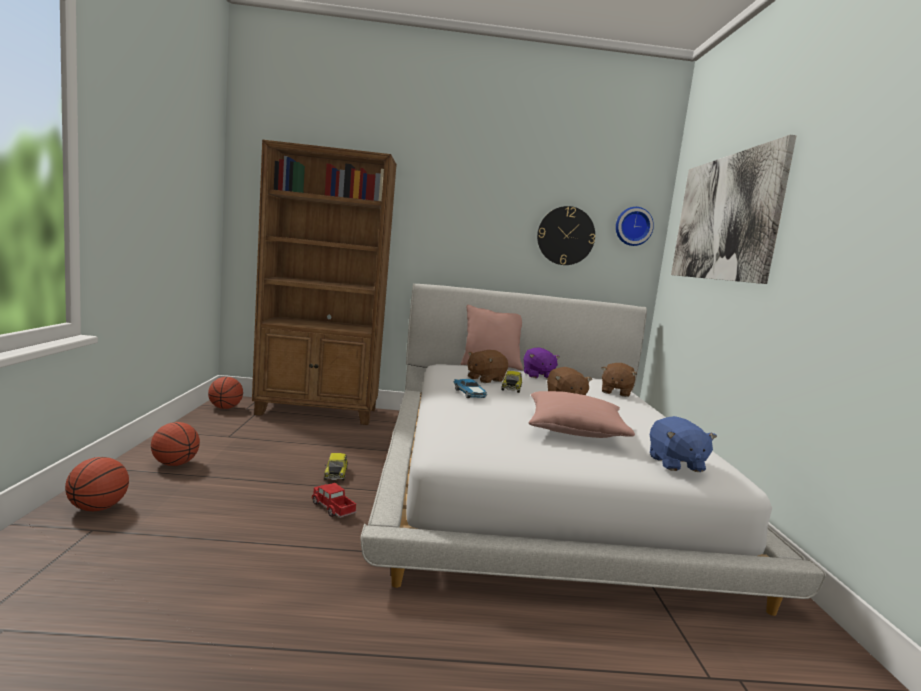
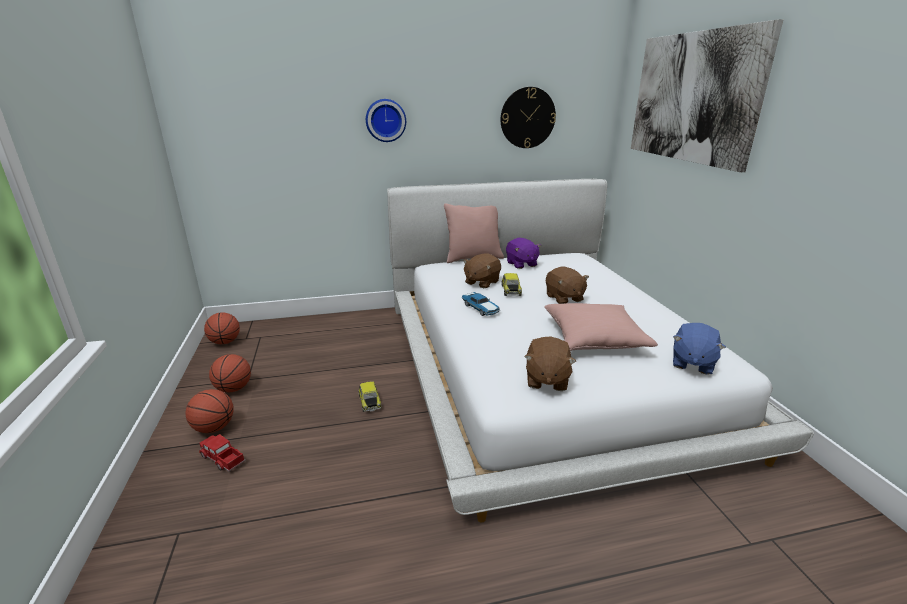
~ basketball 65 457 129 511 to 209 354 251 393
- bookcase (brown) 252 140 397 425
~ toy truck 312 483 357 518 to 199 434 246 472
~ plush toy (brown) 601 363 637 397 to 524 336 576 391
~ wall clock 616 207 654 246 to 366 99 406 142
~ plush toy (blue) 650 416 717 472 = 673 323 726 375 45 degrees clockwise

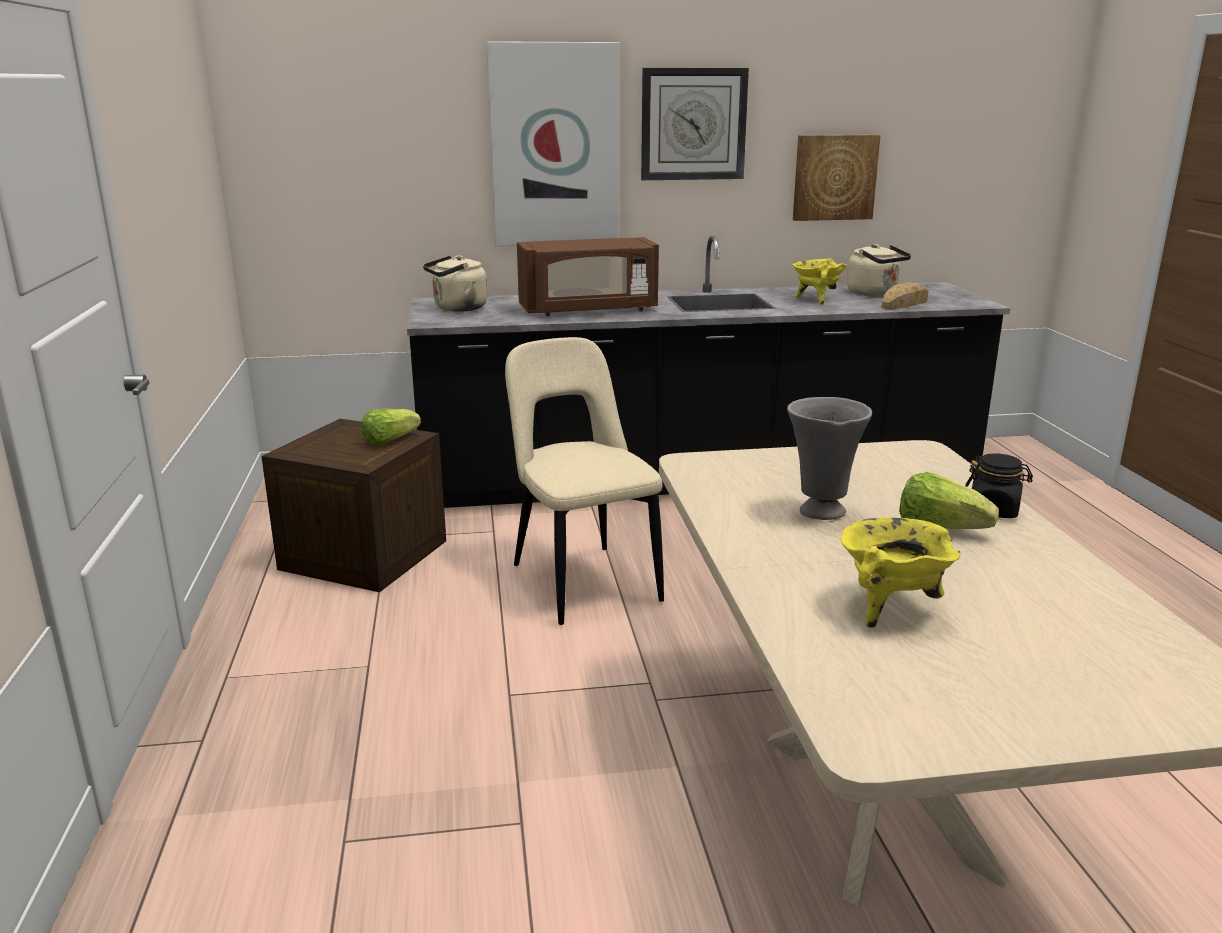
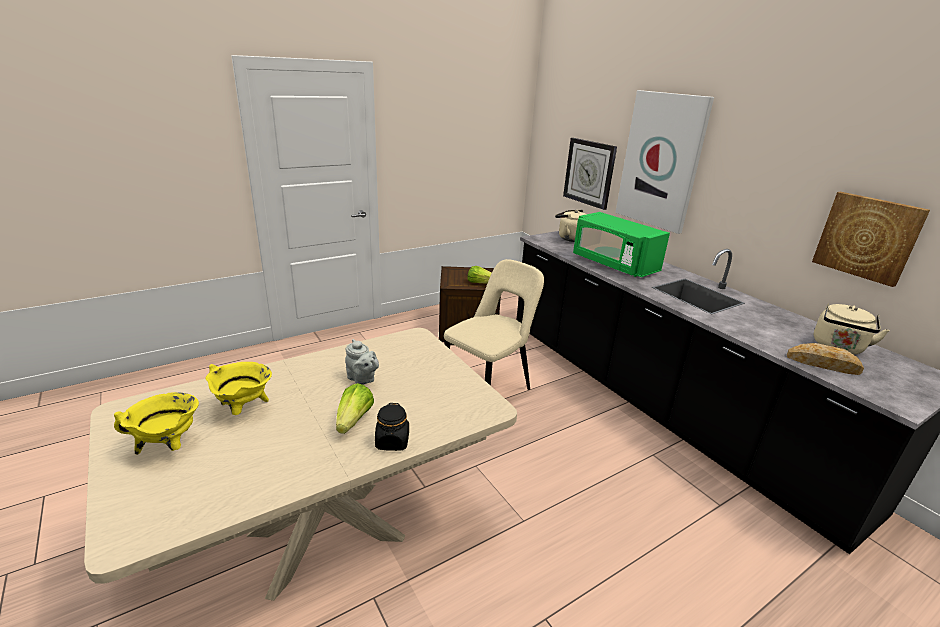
~ microwave (brown) 517 237 659 316 to microwave (green) 573 212 670 277
~ wall clock 641 68 749 180 to 563 138 617 210
~ vase (grey) 787 397 872 520 to teapot (grey) 345 339 379 385
~ cooking pot (yellow) 792 258 847 305 to 114 392 199 455

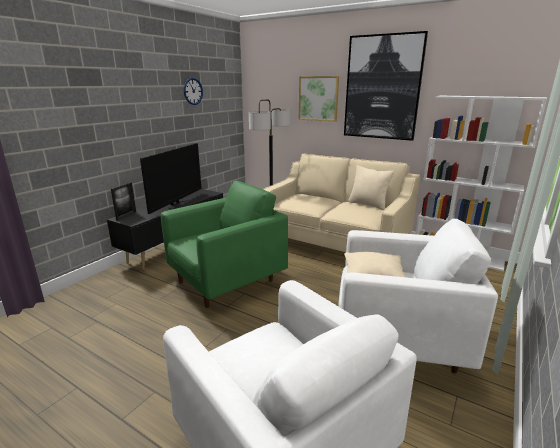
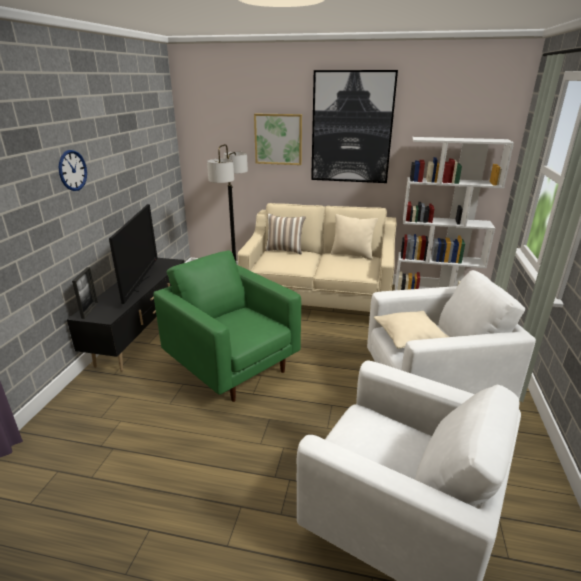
~ armchair (green) 161 181 288 308 = 153 250 301 402 75 degrees counterclockwise
~ wall clock 184 78 203 105 to 59 150 87 191
+ pillow 265 213 306 255

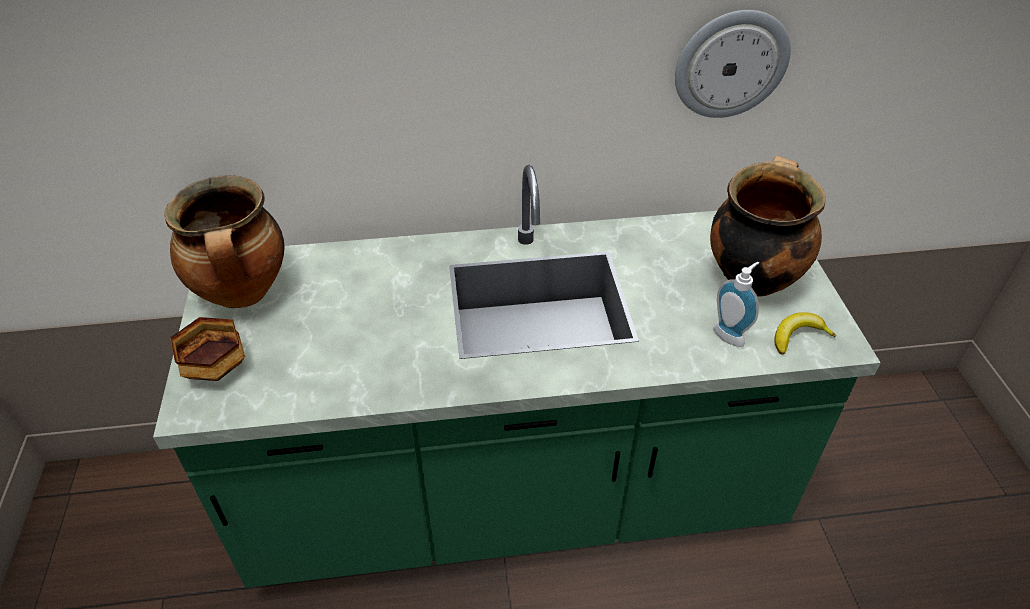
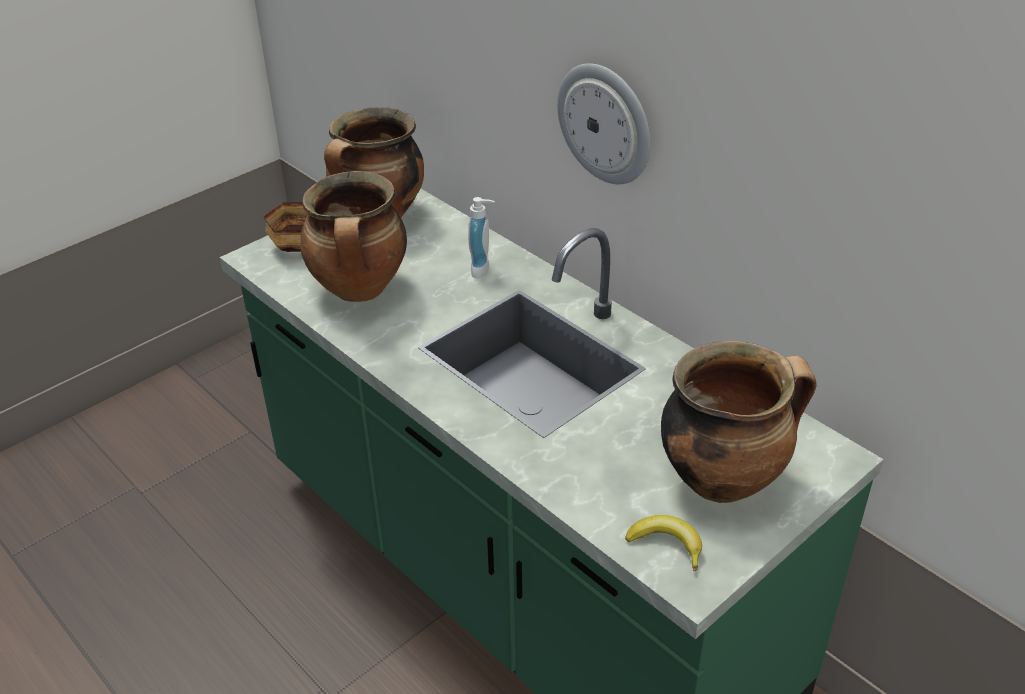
~ wall clock 675 10 791 118 to 557 63 651 184
~ soap dispenser 713 262 759 347 to 468 197 495 278
+ cooking pot 300 171 407 302

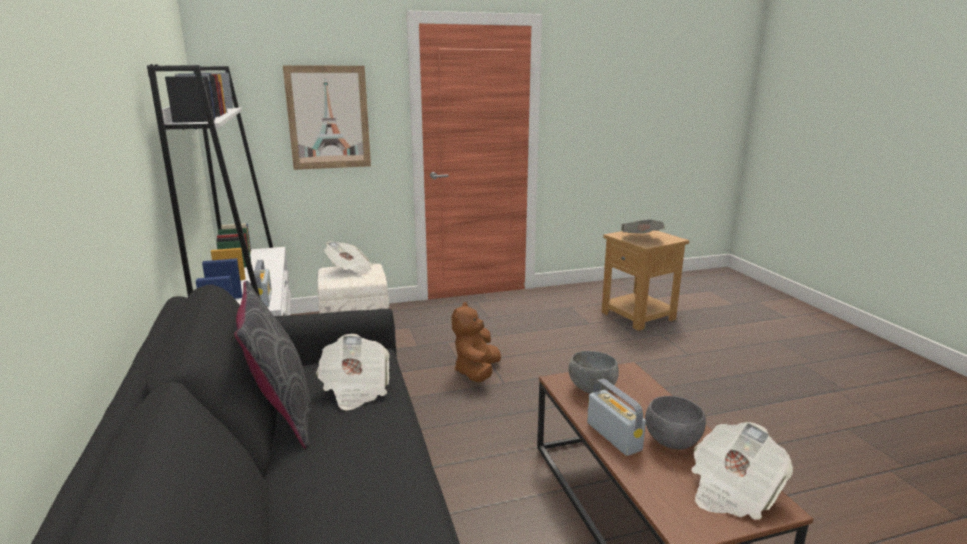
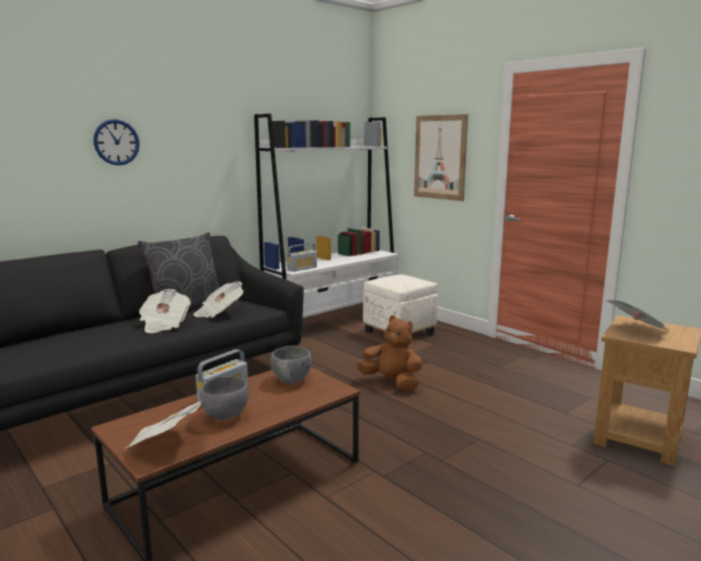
~ newspaper 324 241 373 275 to 139 289 191 333
~ plush toy (brown) 451 302 501 382 = 357 315 422 391 45 degrees clockwise
+ wall clock 93 119 140 165

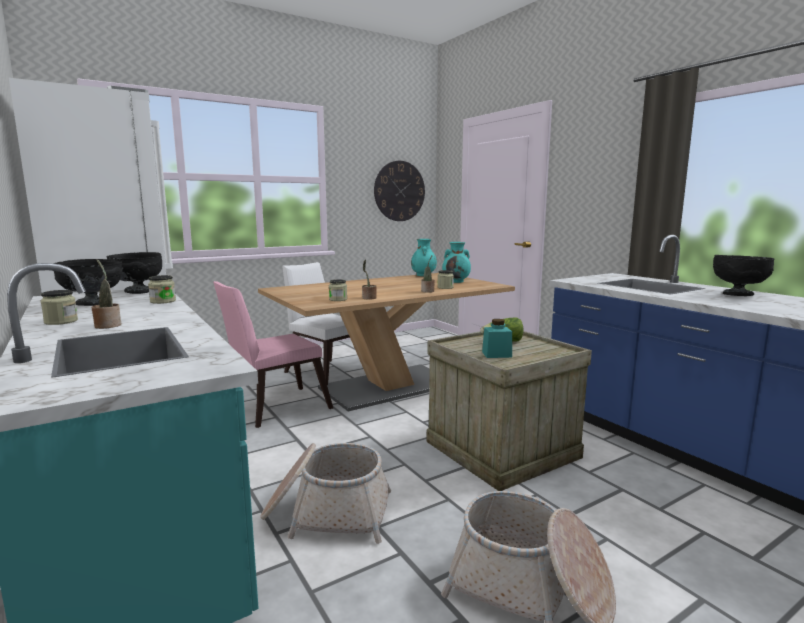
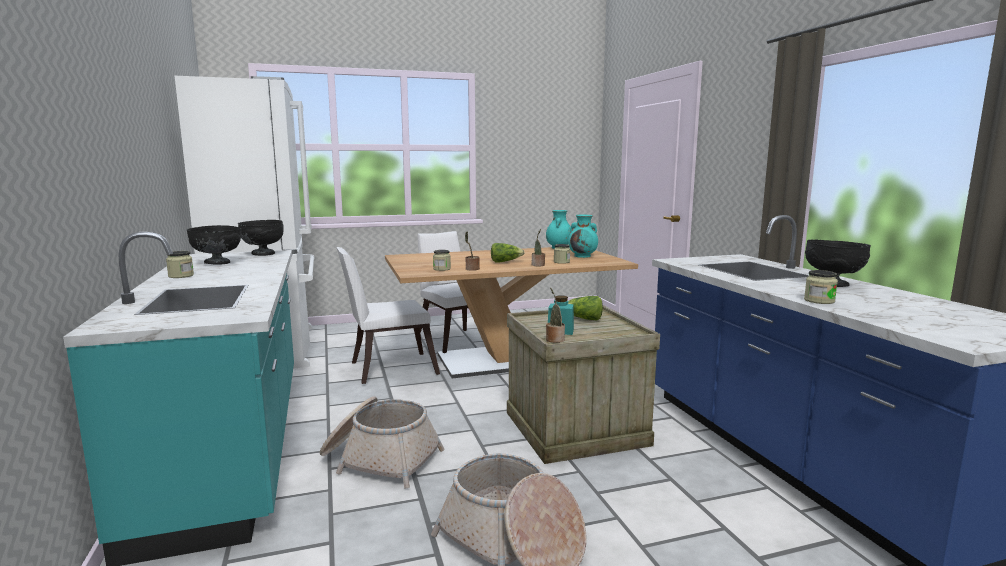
~ potted plant 91 259 121 329 to 546 287 565 343
~ jar 148 275 176 304 to 804 270 838 304
~ chair (pink) 213 281 333 428 to chair (white) 337 247 440 384
- wall clock 374 161 425 221
+ lettuce 491 243 525 262

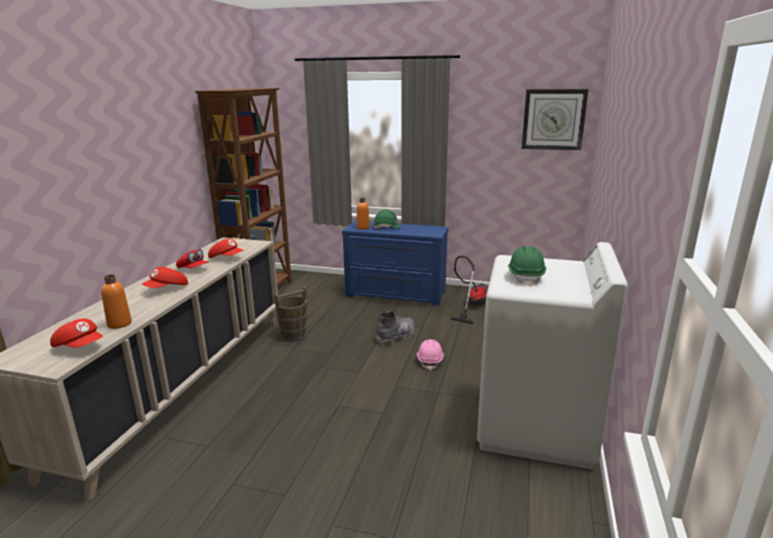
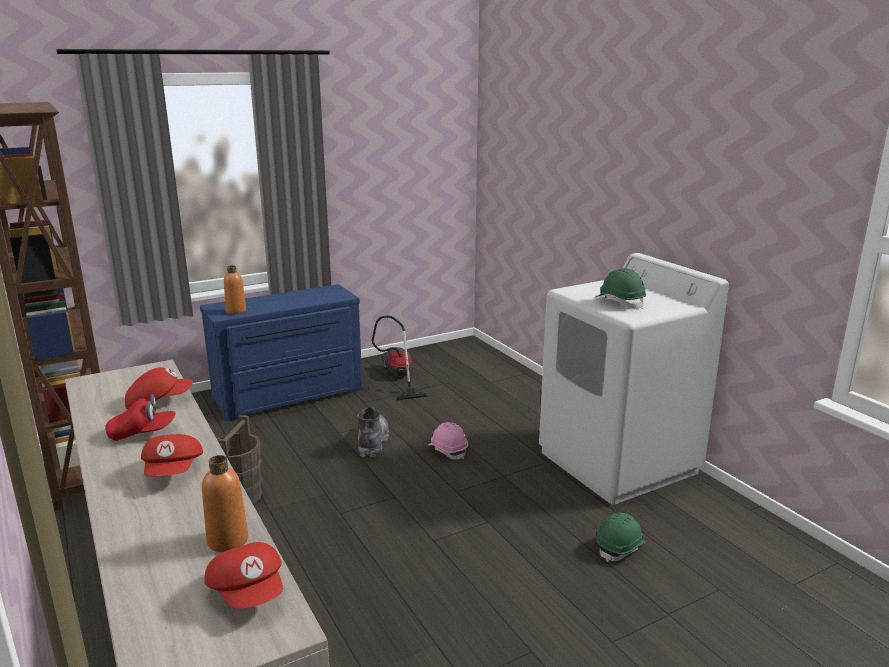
~ cap (red) 50 319 103 348 = 204 542 283 609 75 degrees clockwise
~ hard hat (green) 373 209 401 229 to 596 513 646 562
- wall clock 522 89 588 150

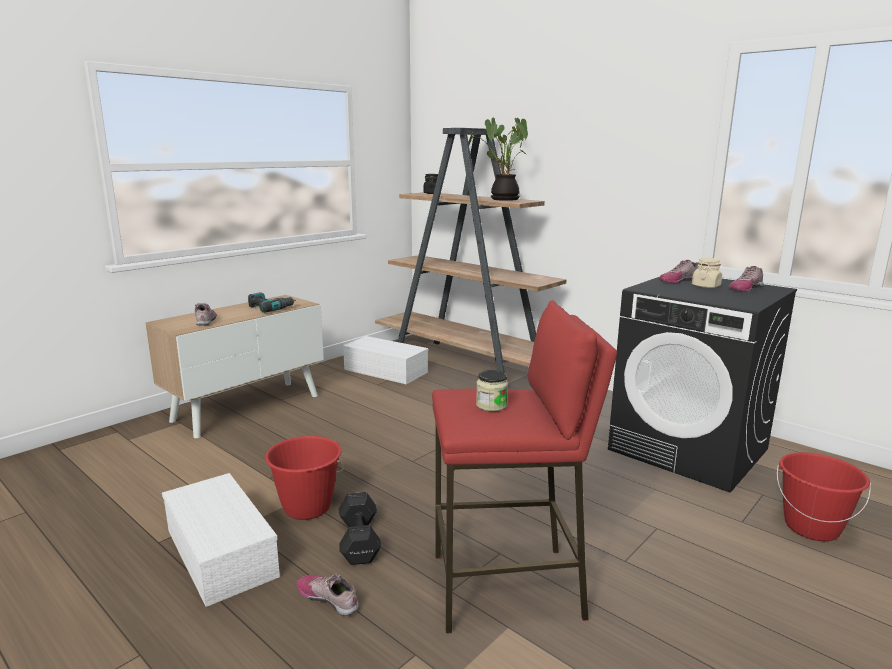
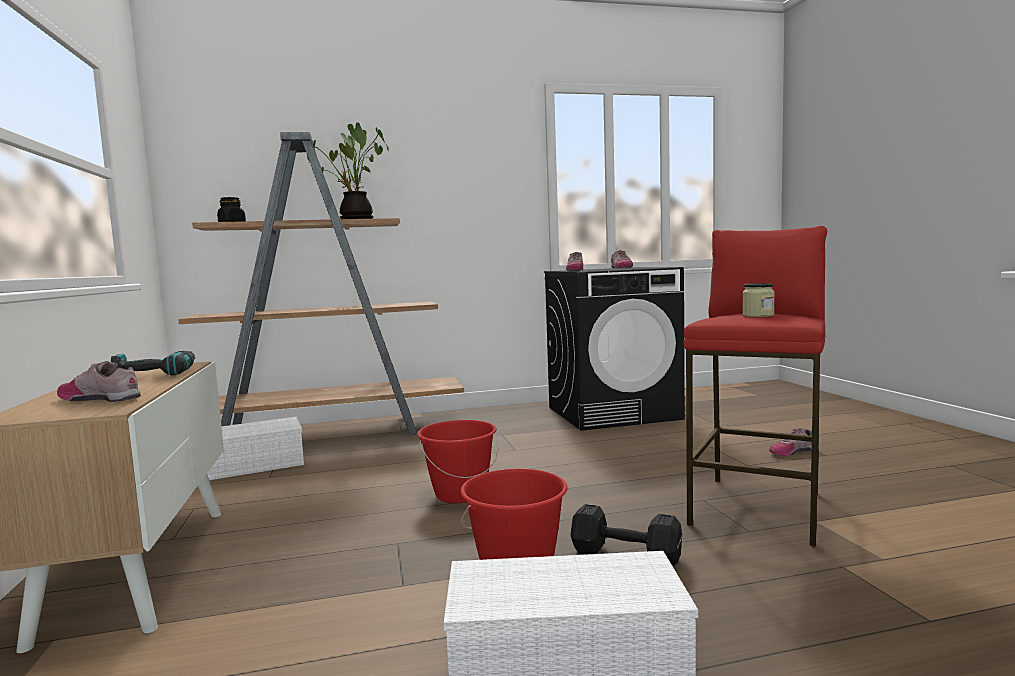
~ shoe 297 574 359 616 to 769 428 812 456
- jar (beige) 692 258 722 288
~ bucket (red) 777 452 871 541 to 417 420 498 503

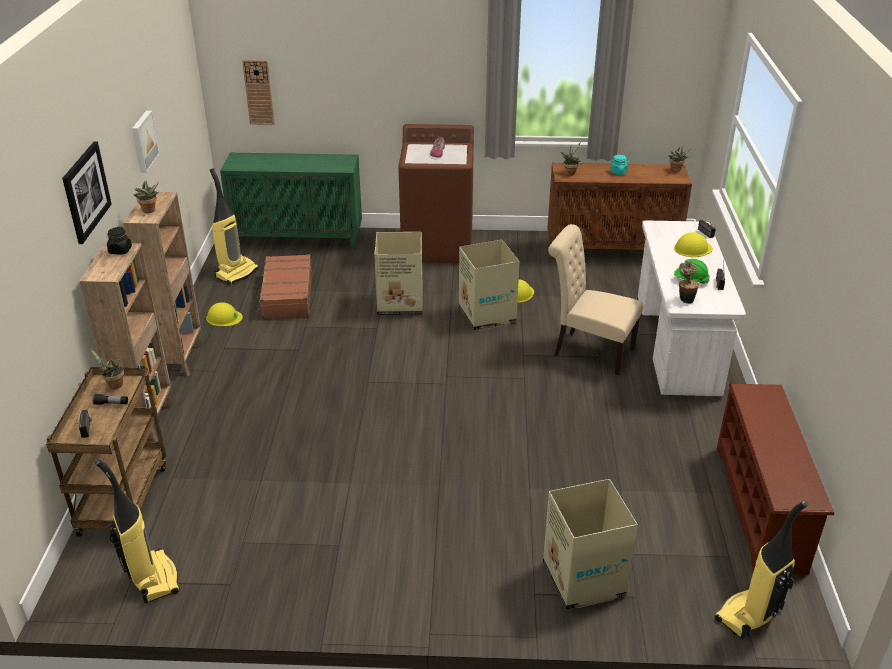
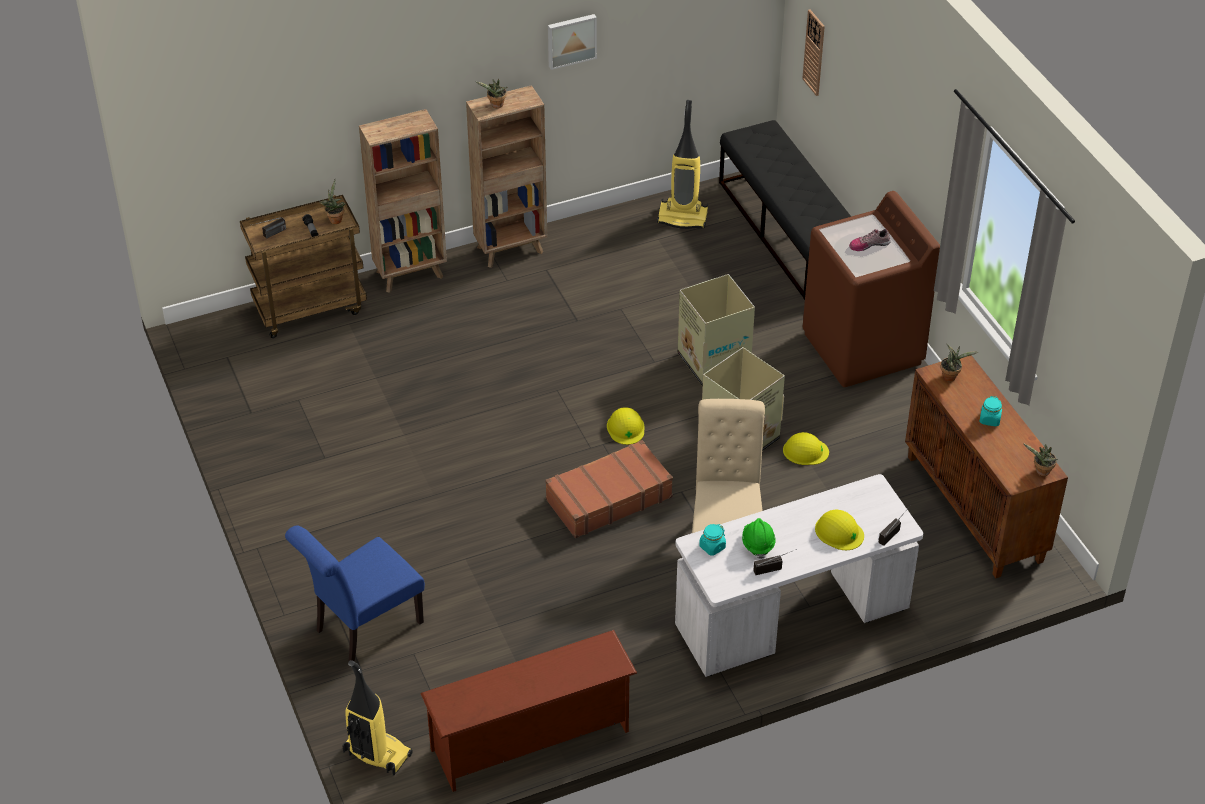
- picture 62 141 112 244
- vacuum cleaner 95 459 180 603
- jar (black) 107 227 132 255
~ hard hat (yellow) 206 302 243 326 to 607 407 645 445
~ cabinet (green) 220 153 362 250 to bench (black) 719 120 851 300
~ suitcase (brown) 258 254 312 319 to 545 440 673 538
~ cardboard box 543 479 638 610 to chair (blue) 285 526 425 662
~ potted plant 679 261 699 304 to jar (turquoise) 699 524 726 556

